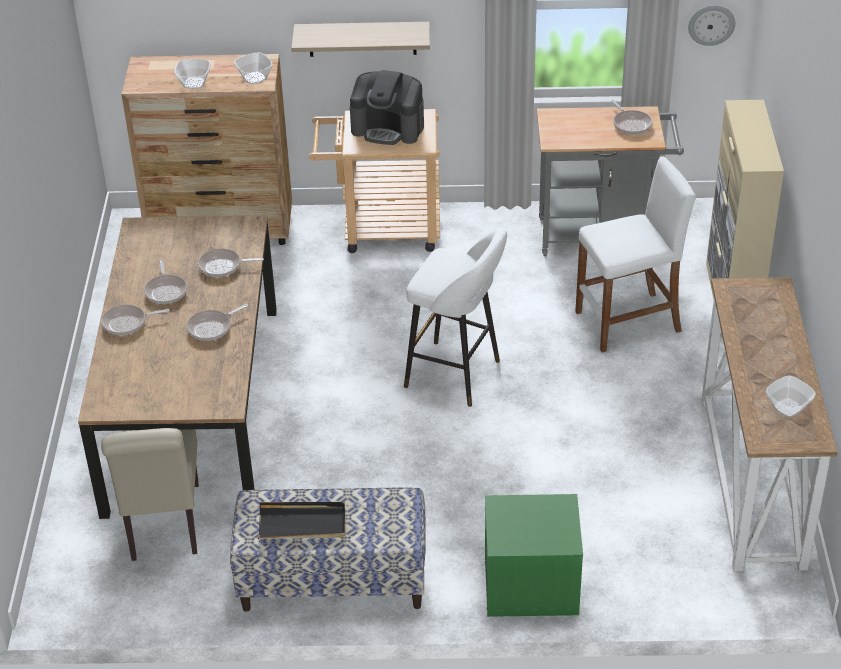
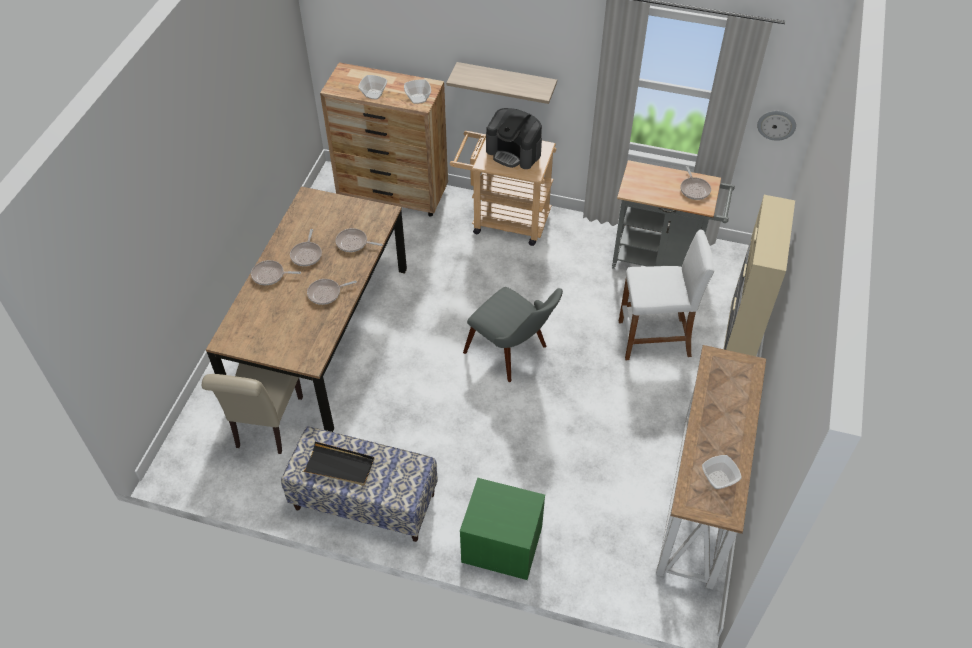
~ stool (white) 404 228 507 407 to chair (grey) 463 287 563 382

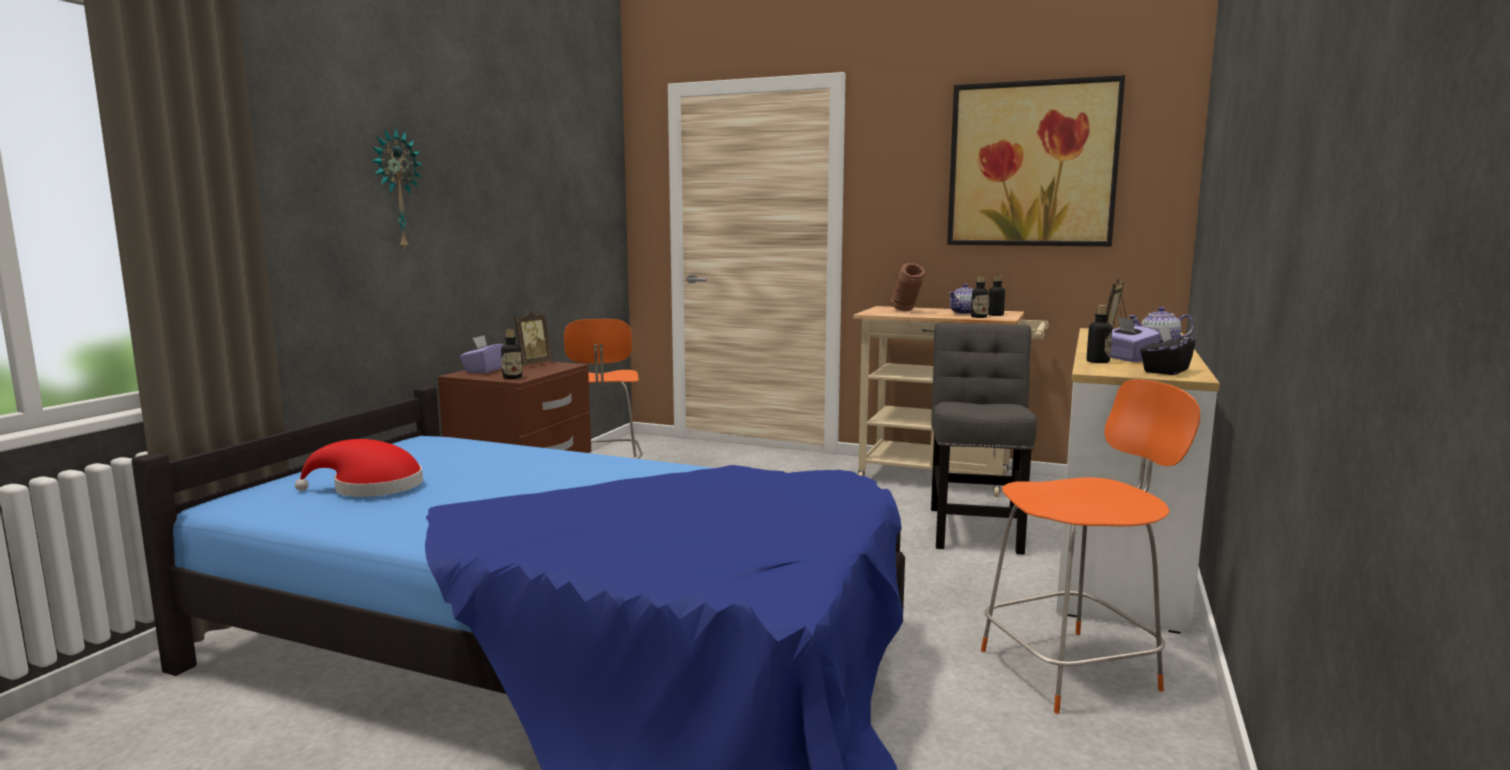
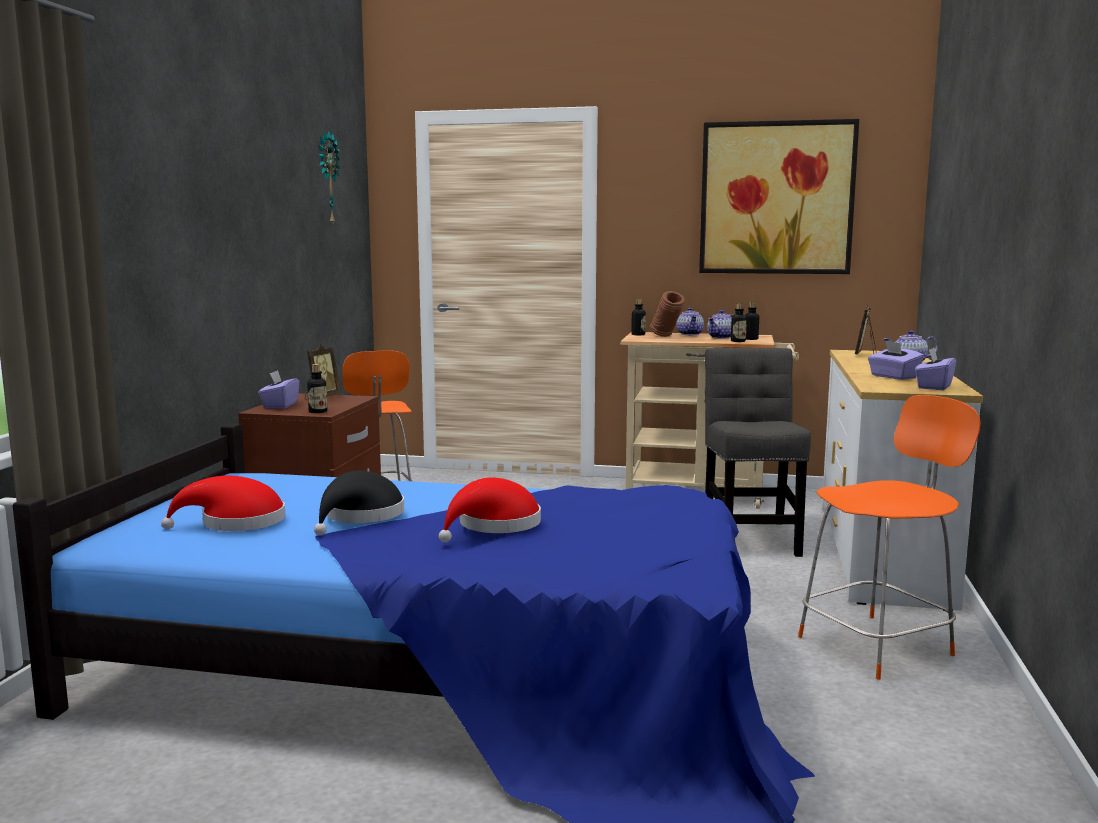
~ wall clock 371 127 422 252 to 318 130 341 227
~ bottle 1087 305 1112 363 to 631 299 646 335
~ tissue box (black) 1140 325 1196 375 to tissue box (purple) 915 348 956 390
+ hat (black) 314 471 404 536
+ hat (red) 439 477 541 543
+ teapot 677 307 704 335

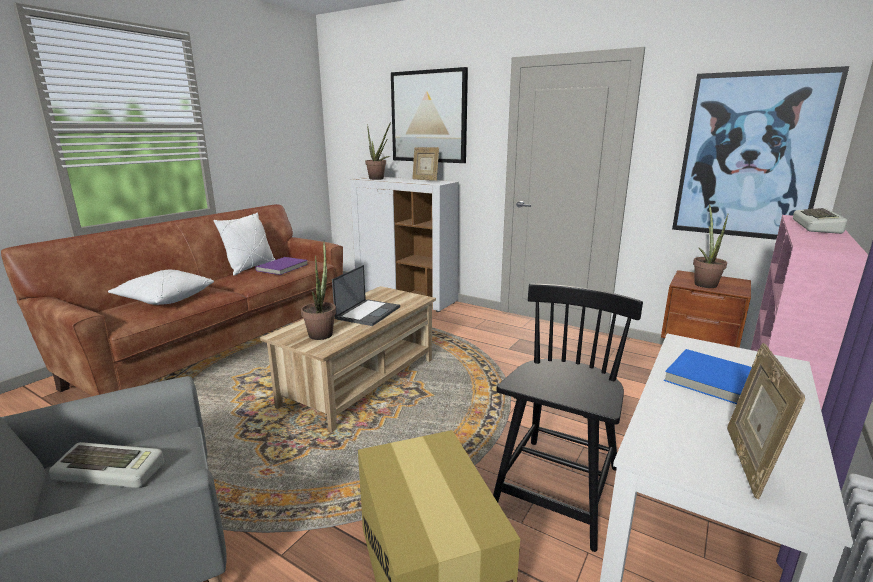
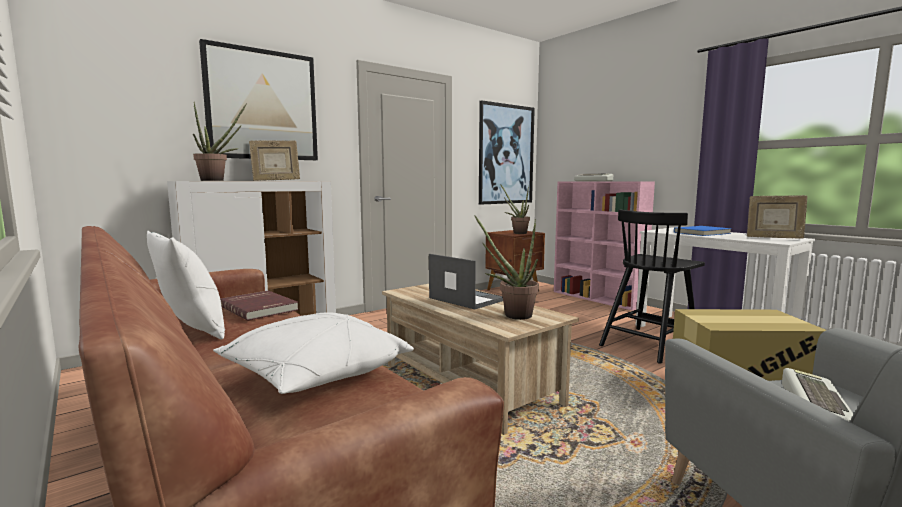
~ book (purple) 255 257 308 275 to book (red) 220 291 299 321
~ chair (black) 493 284 643 552 = 599 210 705 364 90 degrees counterclockwise

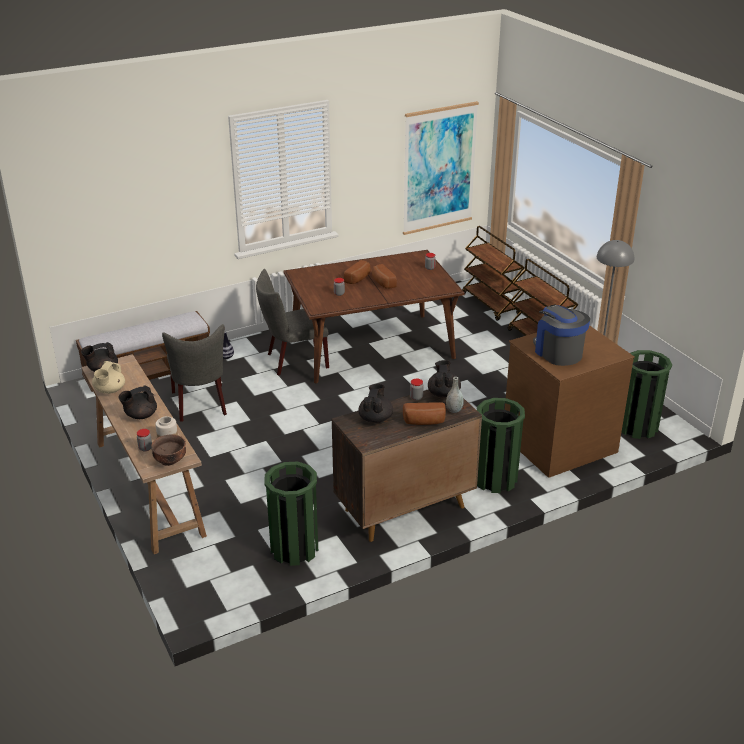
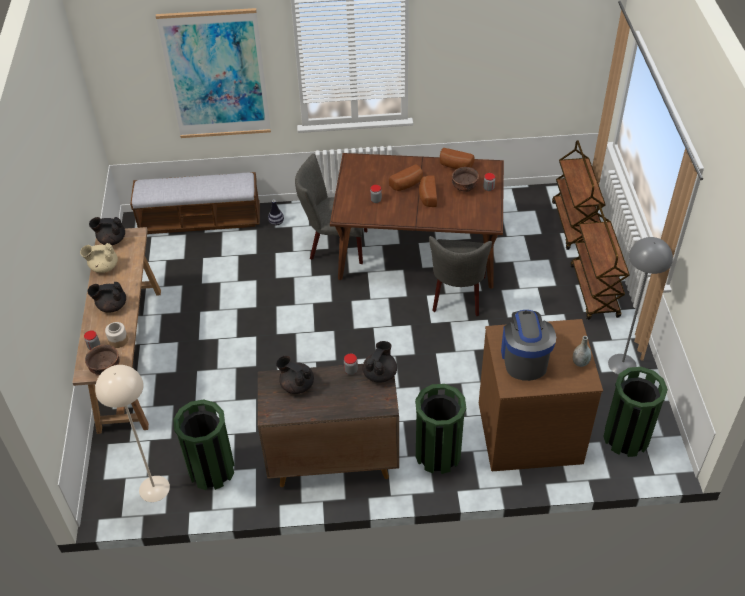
~ teapot (beige) 92 361 125 394 = 80 243 118 273 45 degrees clockwise
~ chair (grey) 162 324 227 422 to 429 236 492 316
~ teapot (black) 358 384 393 423 = 276 356 314 394 90 degrees counterclockwise
~ picture 403 101 479 235 to 156 8 271 138
~ bread 403 402 446 425 to 440 148 475 169
~ vase (grey) 446 377 464 413 to 573 336 591 367
+ floor lamp (beige) 95 365 170 502
+ bowl (brown) 452 167 479 192

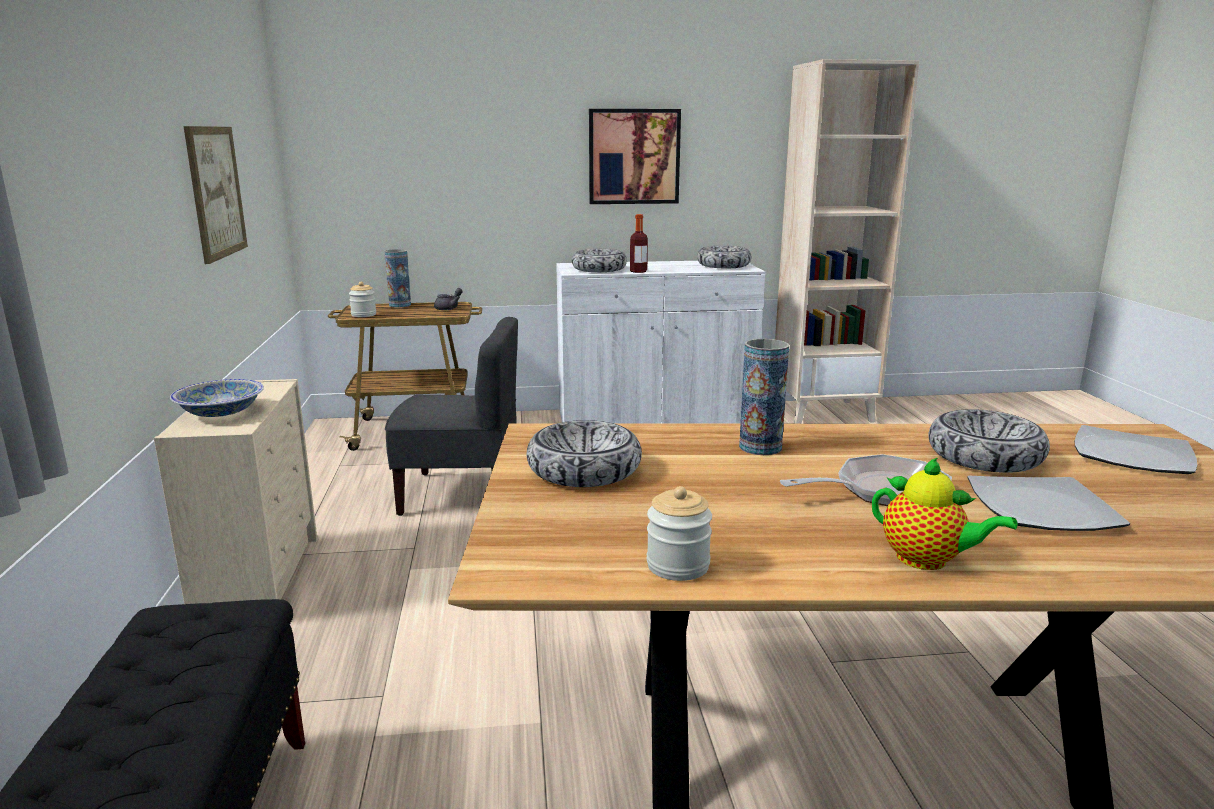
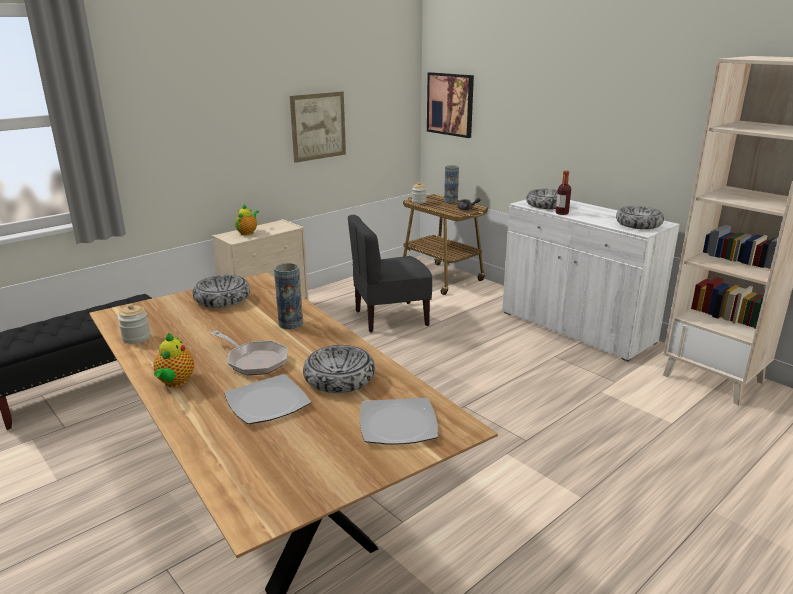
~ bowl 170 379 264 417 to teapot 235 204 259 235
~ chair (grey) 385 317 518 516 = 348 215 432 332 105 degrees clockwise
~ picture 589 109 681 204 to 427 72 474 138

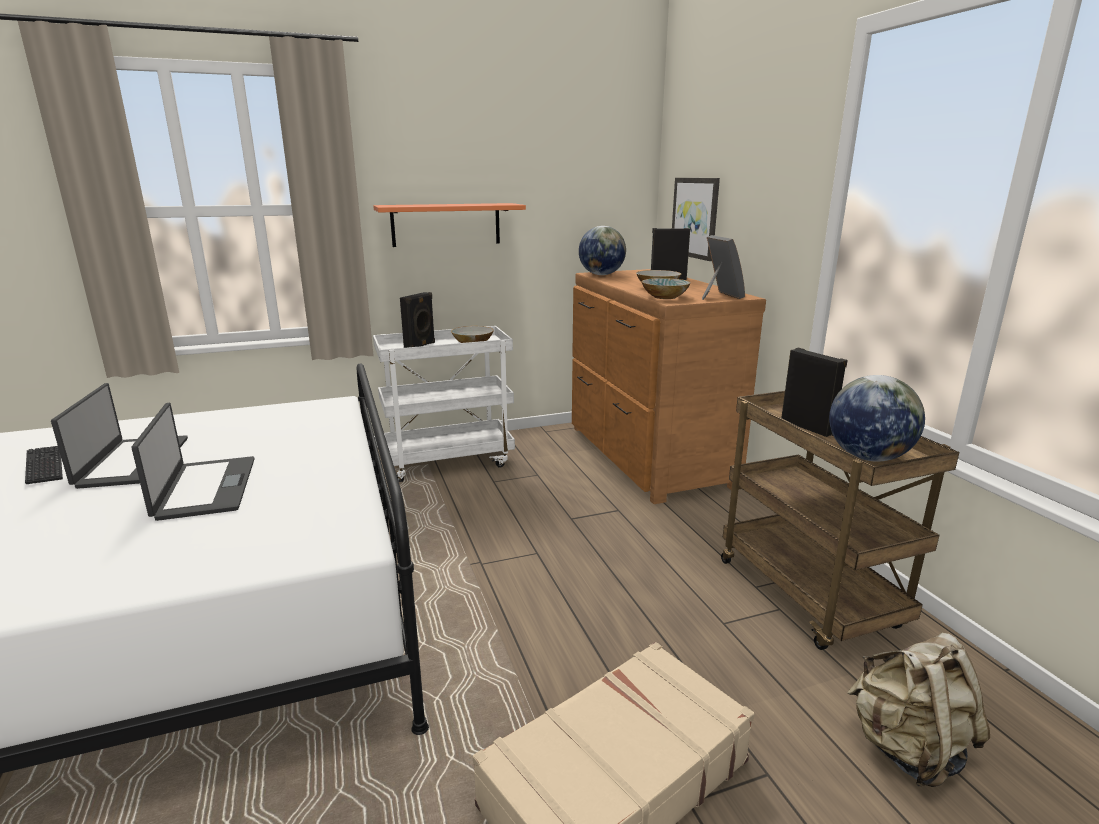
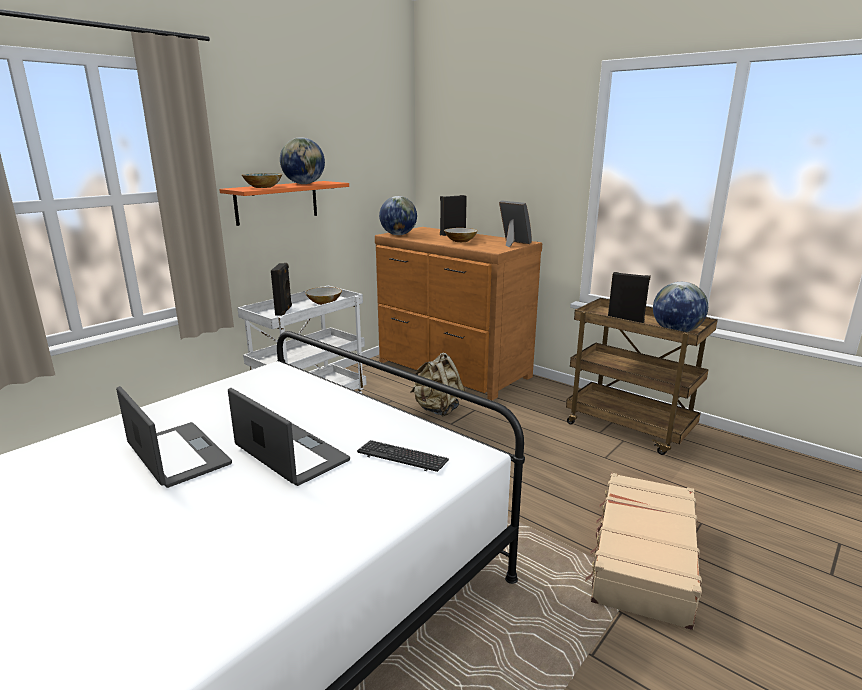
~ keyboard 25 446 63 484 to 357 440 449 472
~ bowl 641 278 691 299 to 242 173 282 188
- picture 672 178 720 261
~ backpack (beige) 847 633 990 787 to 411 353 465 417
+ globe 280 137 325 184

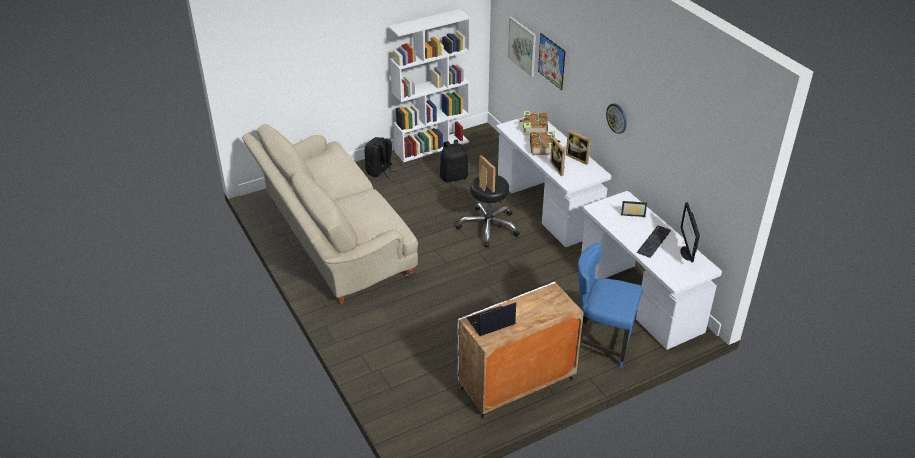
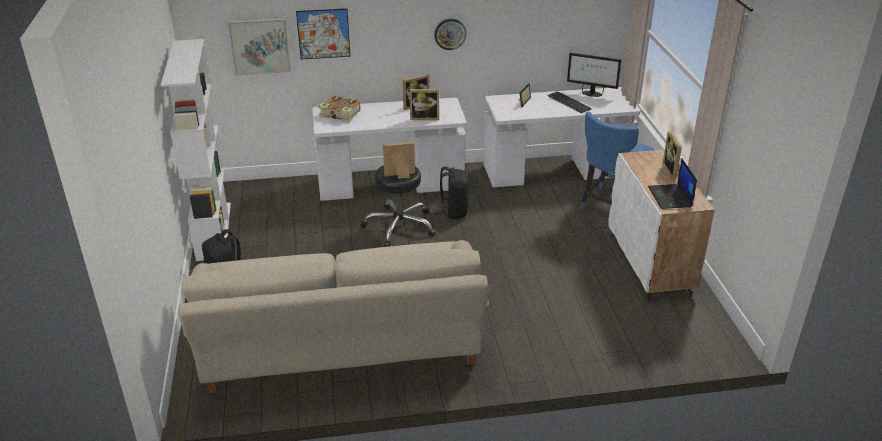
~ backpack (black) 440 140 468 182 to 435 167 469 219
- book 530 131 561 156
+ picture frame 662 131 682 180

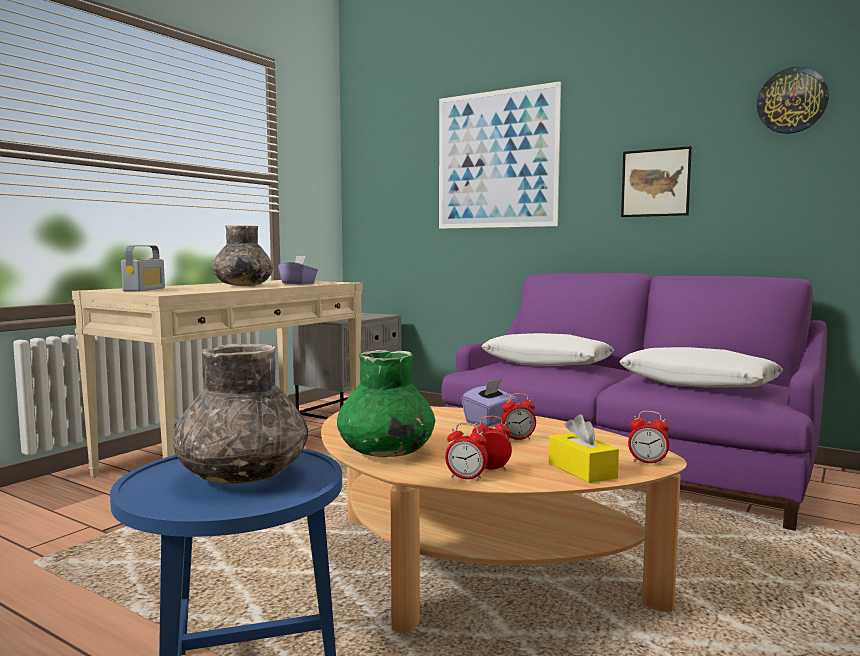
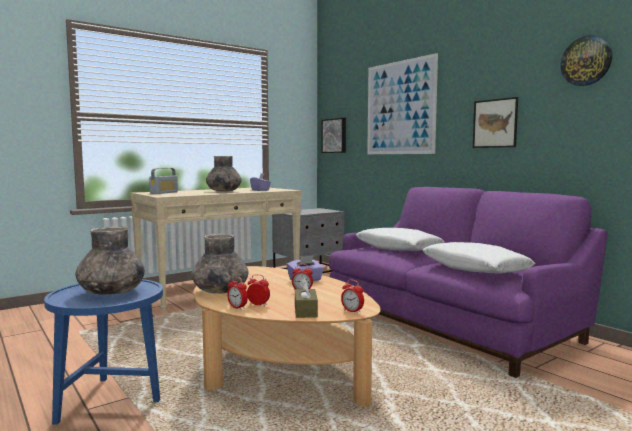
~ vase (green) 337 350 435 457 to vase (grey) 191 233 248 293
~ tissue box (yellow) 549 414 619 483 to tissue box (brown) 295 278 318 318
+ picture 321 118 346 153

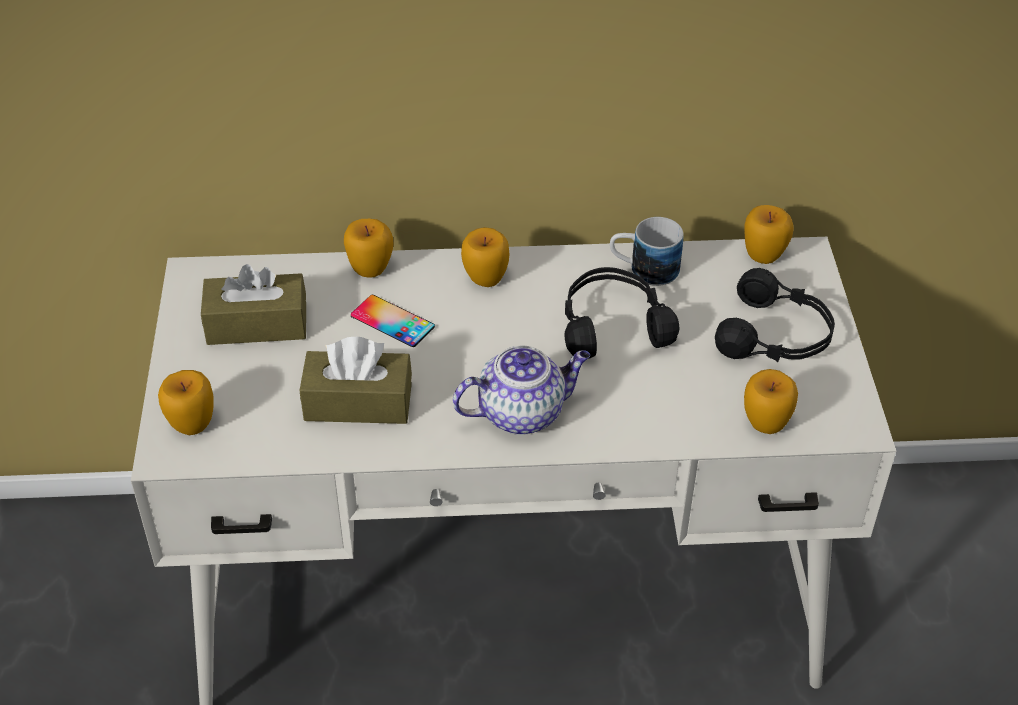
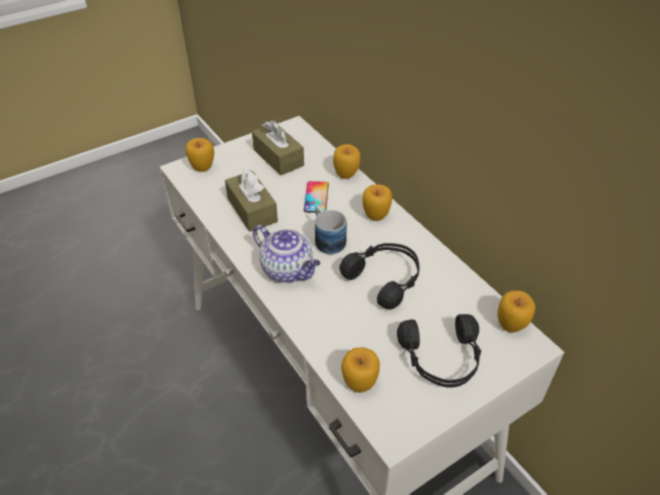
~ mug 610 217 684 286 to 315 206 347 254

